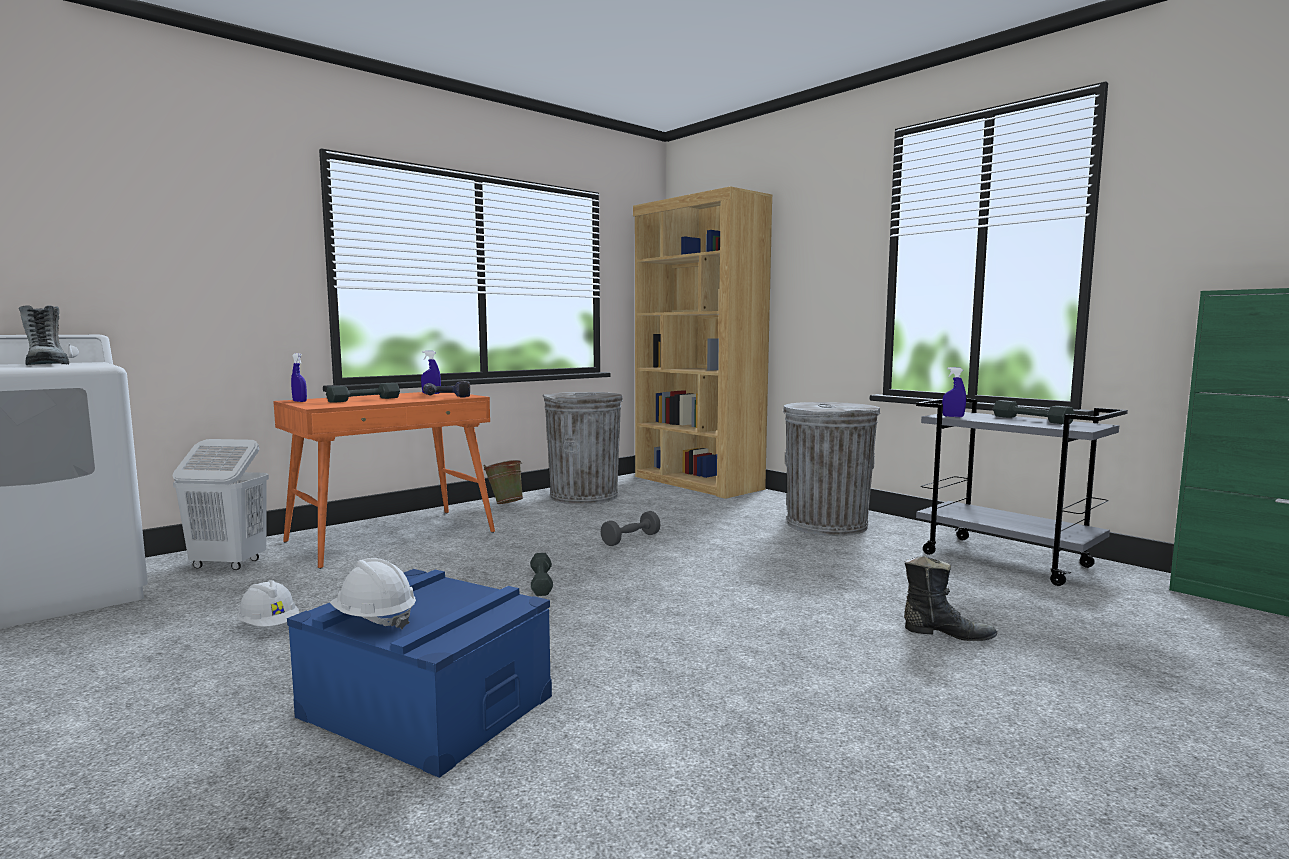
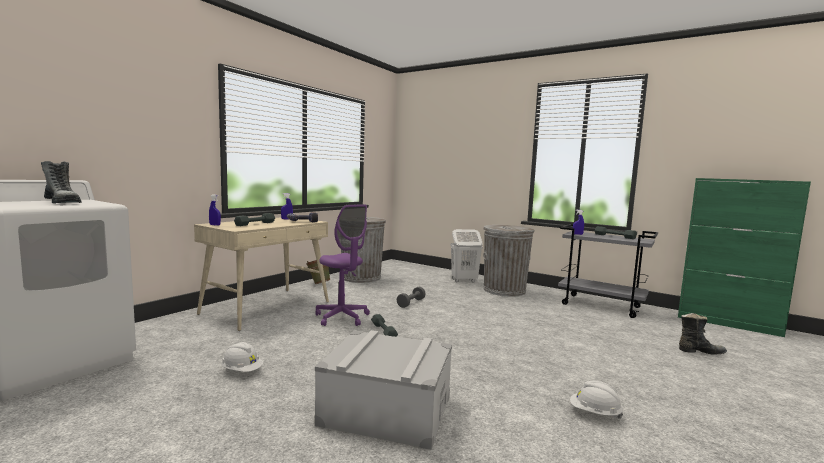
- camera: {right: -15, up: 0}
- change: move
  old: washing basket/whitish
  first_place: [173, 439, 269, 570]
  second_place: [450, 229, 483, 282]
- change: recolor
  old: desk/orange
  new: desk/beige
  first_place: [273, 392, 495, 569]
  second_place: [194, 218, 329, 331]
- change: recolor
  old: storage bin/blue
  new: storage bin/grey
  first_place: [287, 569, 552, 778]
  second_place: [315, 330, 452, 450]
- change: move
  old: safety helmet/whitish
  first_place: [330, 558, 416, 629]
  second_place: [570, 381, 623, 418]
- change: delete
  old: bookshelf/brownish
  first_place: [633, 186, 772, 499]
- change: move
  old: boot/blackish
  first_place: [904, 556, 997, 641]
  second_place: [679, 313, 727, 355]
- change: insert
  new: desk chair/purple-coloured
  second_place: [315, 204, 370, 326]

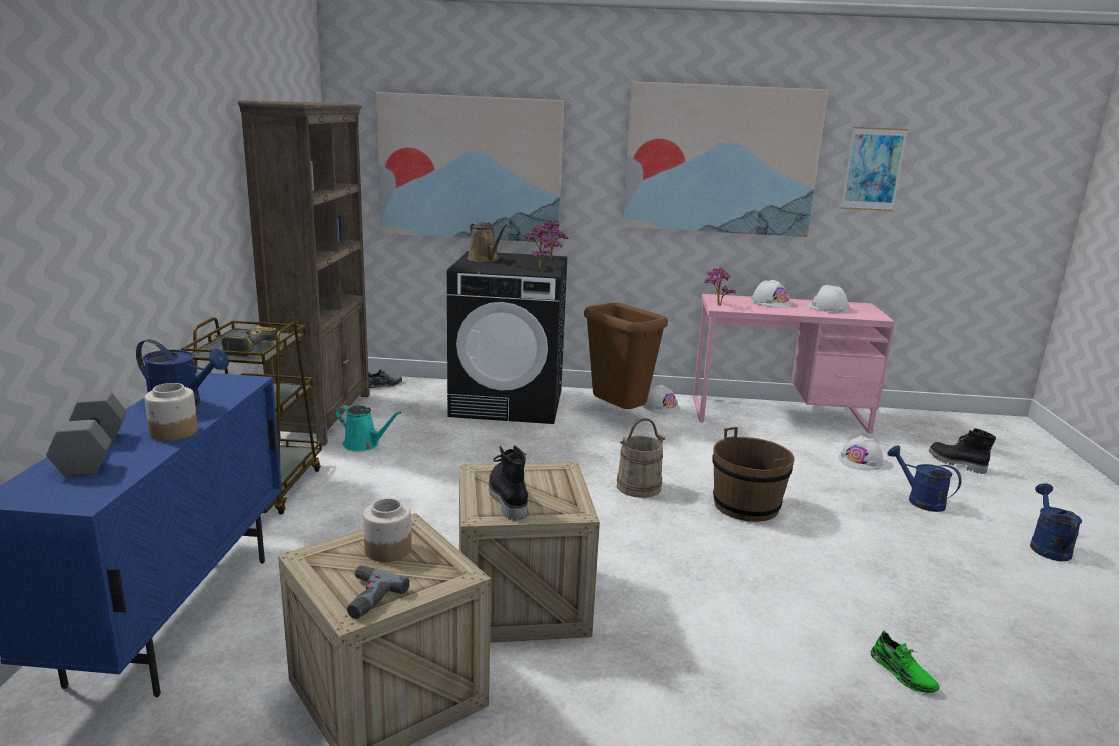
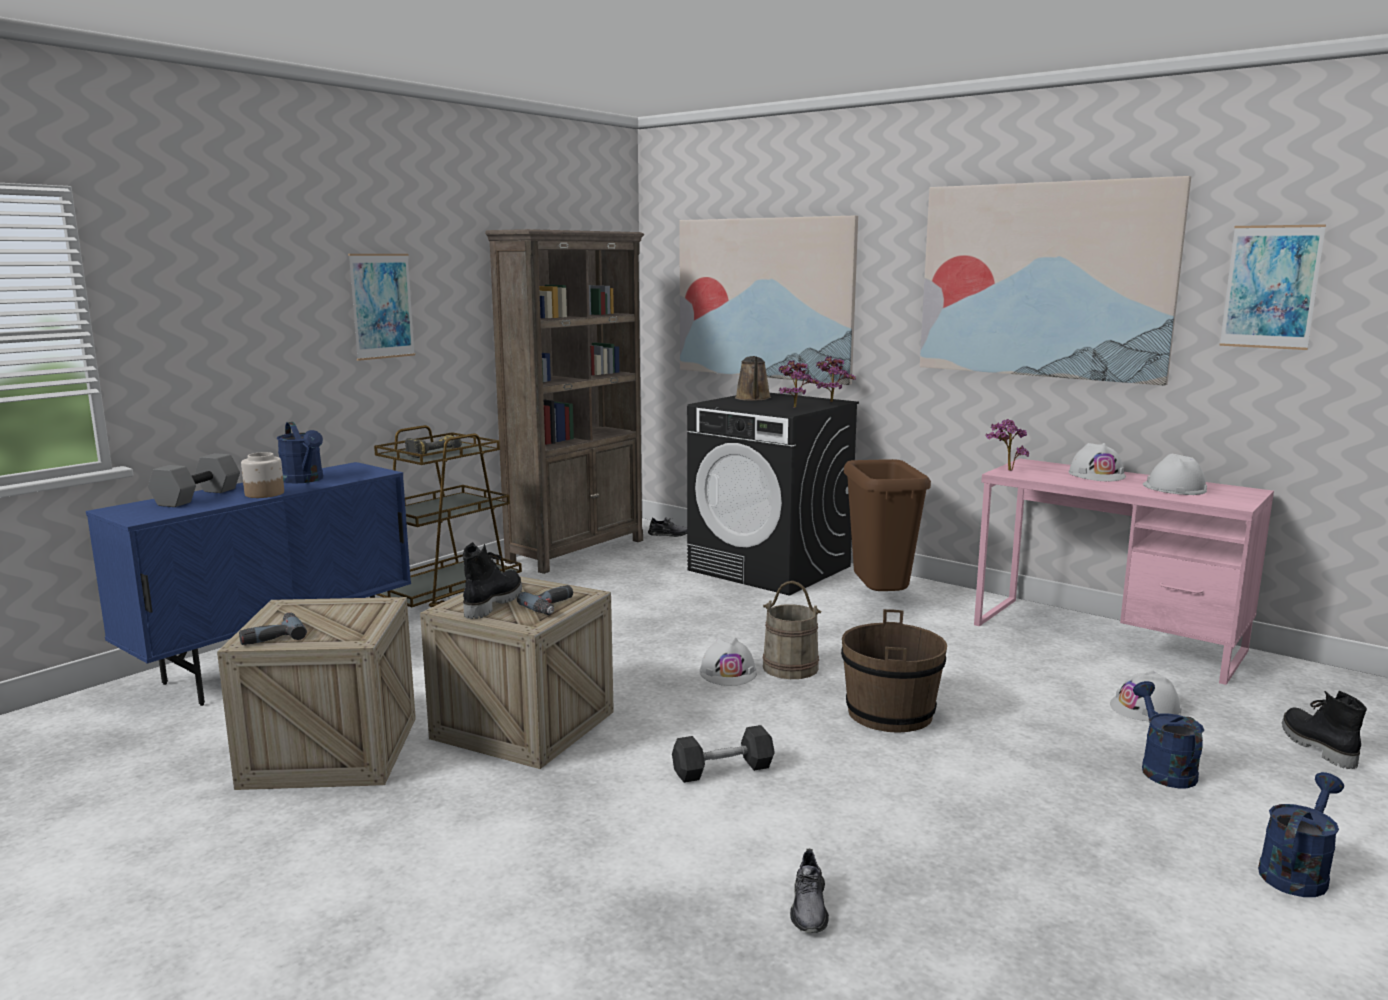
- camera: {right: 35, up: -5}
- change: delete
  old: sprinkling can/blue-green
  first_place: [336, 405, 402, 452]
- change: delete
  old: jar
  first_place: [363, 498, 412, 562]
- change: move
  old: safety helmet/whitish
  first_place: [642, 384, 680, 414]
  second_place: [700, 638, 757, 686]
- change: recolor
  old: shoe/green
  new: shoe/grey
  first_place: [871, 630, 940, 693]
  second_place: [790, 849, 829, 933]
- change: insert
  new: picture
  second_place: [348, 254, 415, 361]
- change: insert
  new: drill
  second_place: [517, 585, 573, 615]
- change: insert
  new: free weight/grey
  second_place: [672, 725, 775, 783]

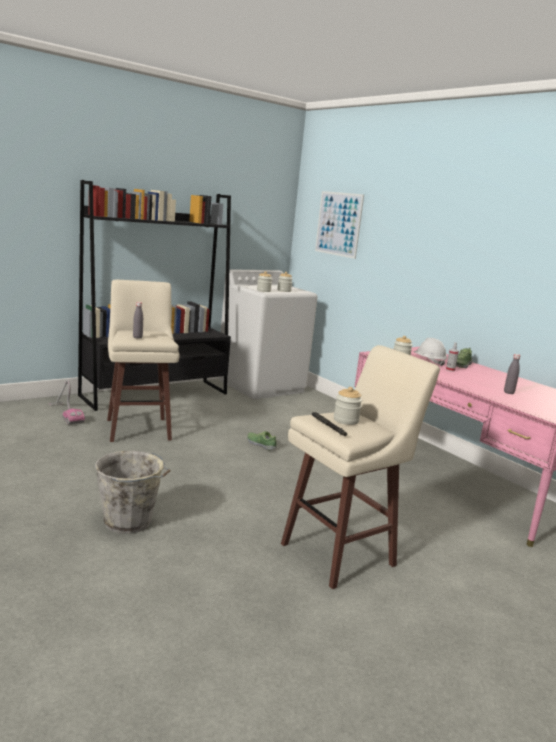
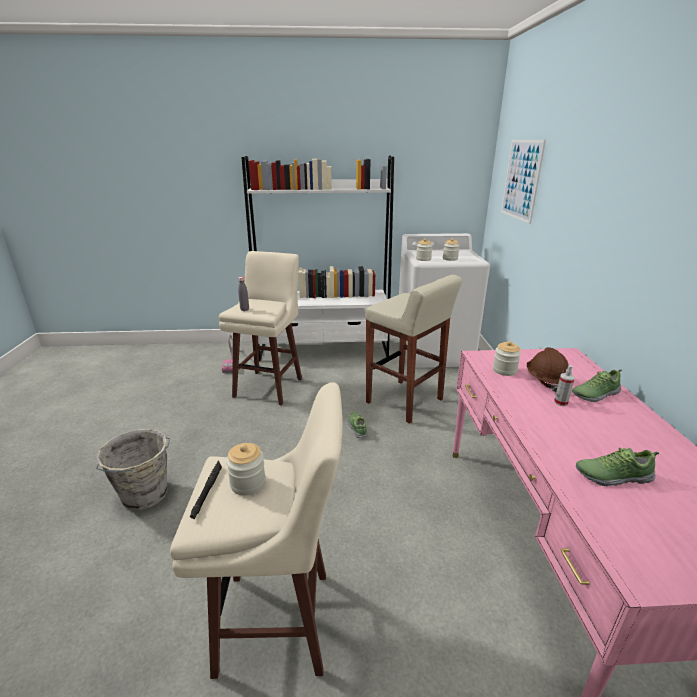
- camera: {right: 35, up: 10}
- change: recolor
  old: bookshelf/blackish
  new: bookshelf/whitish
  first_place: [78, 180, 231, 411]
  second_place: [241, 156, 394, 361]
- change: recolor
  old: safety helmet/whitish
  new: safety helmet/brownish
  first_place: [413, 338, 447, 366]
  second_place: [527, 347, 568, 392]
- change: replace
  old: beverage bottle/grey
  new: shoe
  first_place: [504, 354, 521, 394]
  second_place: [576, 448, 659, 486]
- change: insert
  new: stool/beige
  second_place: [365, 275, 462, 424]

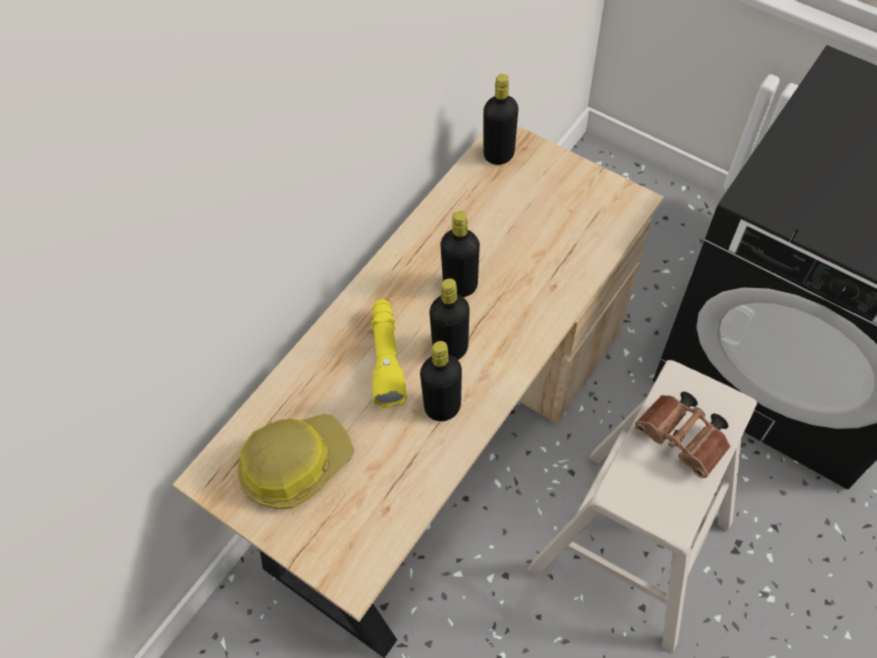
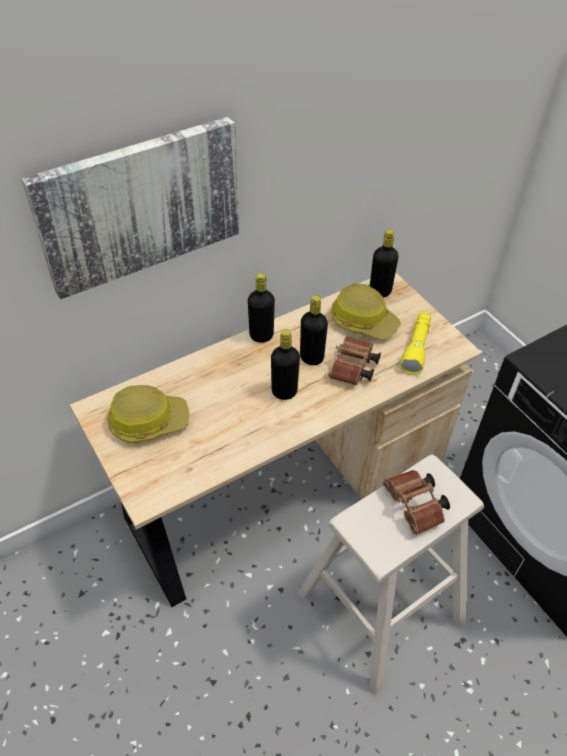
- camera: {right: 20, up: -10}
- change: move
  old: hand torch/yellow-coloured
  first_place: [371, 299, 407, 408]
  second_place: [400, 312, 431, 374]
- change: move
  old: beverage bottle/blackish
  first_place: [420, 341, 462, 421]
  second_place: [248, 273, 275, 343]
- change: insert
  new: picture
  second_place: [22, 117, 240, 299]
- change: insert
  new: pair of binoculars/brownish
  second_place: [328, 336, 381, 385]
- change: insert
  new: safety helmet
  second_place: [331, 283, 401, 340]

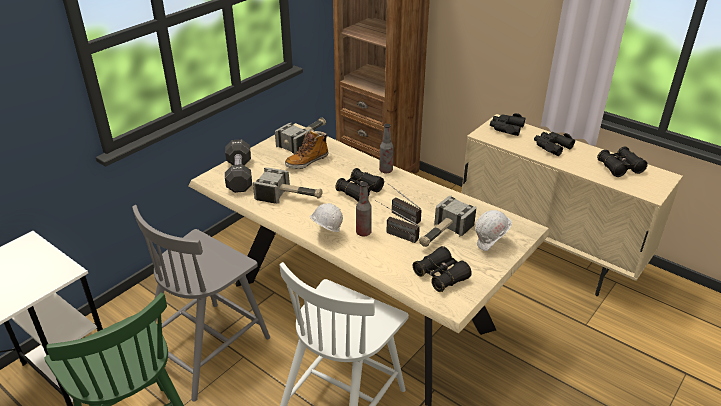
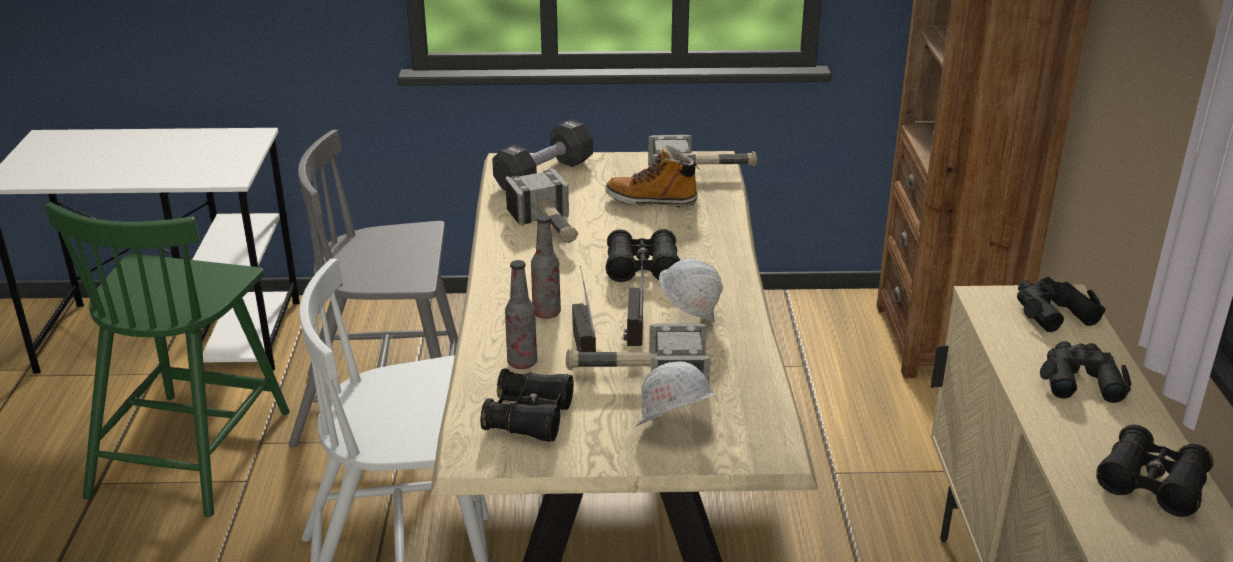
- camera: {right: 50, up: -5}
- change: move
  old: safety helmet/whitish
  first_place: [310, 203, 343, 232]
  second_place: [659, 258, 723, 323]
- change: move
  old: beverage bottle
  first_place: [379, 124, 394, 173]
  second_place: [505, 260, 537, 369]

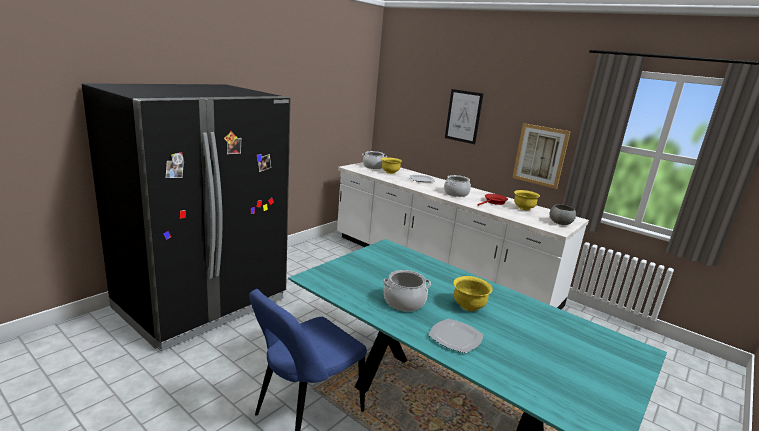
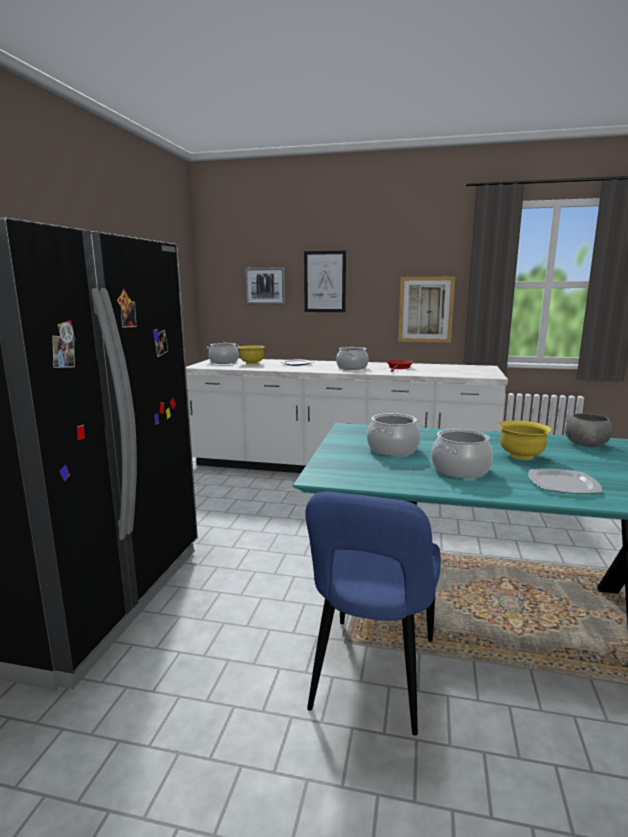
- camera: {right: -25, up: -5}
- change: delete
  old: serving bowl/yellow-coloured
  first_place: [514, 190, 540, 211]
- change: move
  old: serving bowl/grey
  first_place: [549, 204, 576, 225]
  second_place: [565, 413, 612, 447]
- change: insert
  new: picture
  second_place: [245, 267, 286, 305]
- change: insert
  new: cooking pot
  second_place: [367, 413, 420, 456]

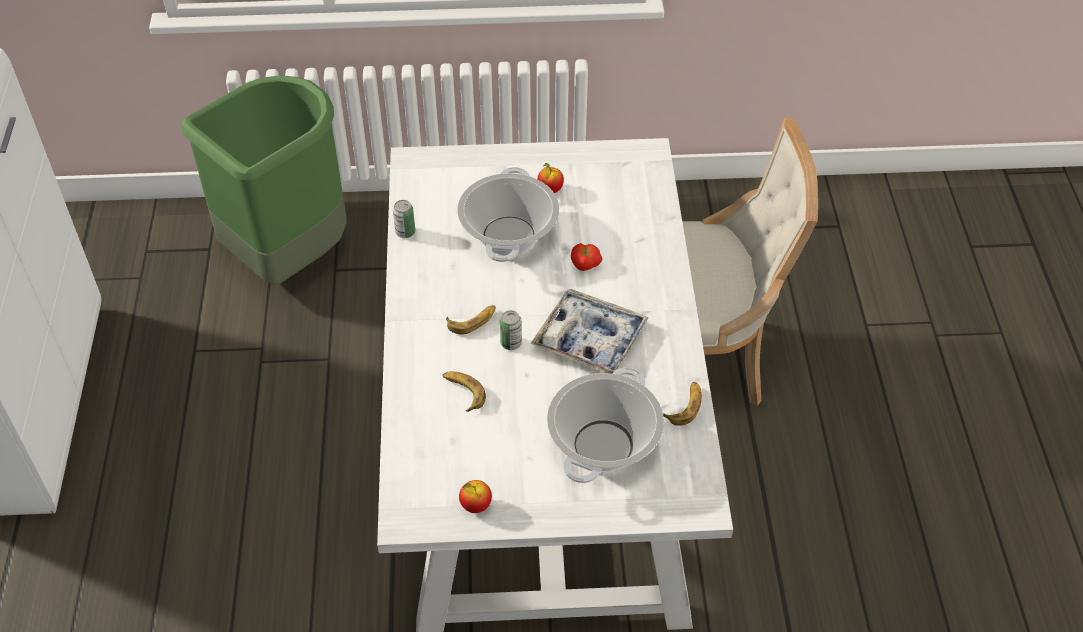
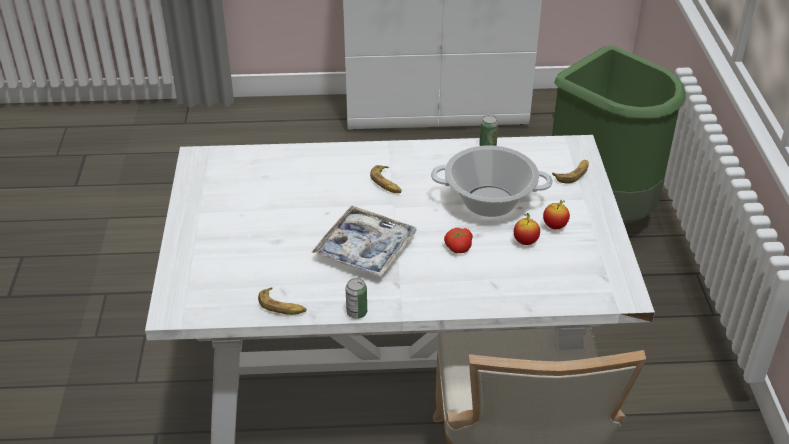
- camera: {right: 90, up: -10}
- change: move
  old: banana
  first_place: [442, 371, 486, 412]
  second_place: [552, 160, 589, 184]
- change: move
  old: apple fruit
  first_place: [459, 480, 492, 513]
  second_place: [514, 213, 540, 245]
- change: move
  old: sealed can
  first_place: [500, 310, 522, 350]
  second_place: [346, 278, 367, 319]
- change: delete
  old: cooking pot
  first_place: [547, 368, 664, 483]

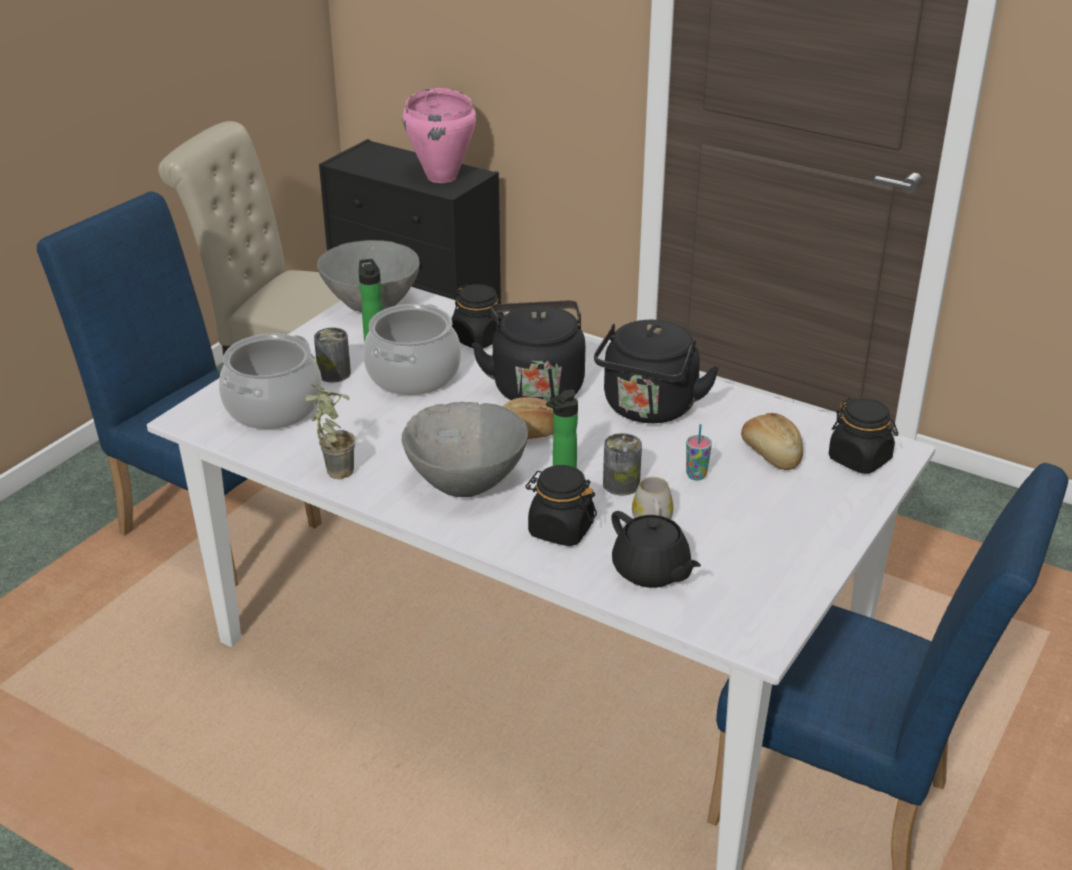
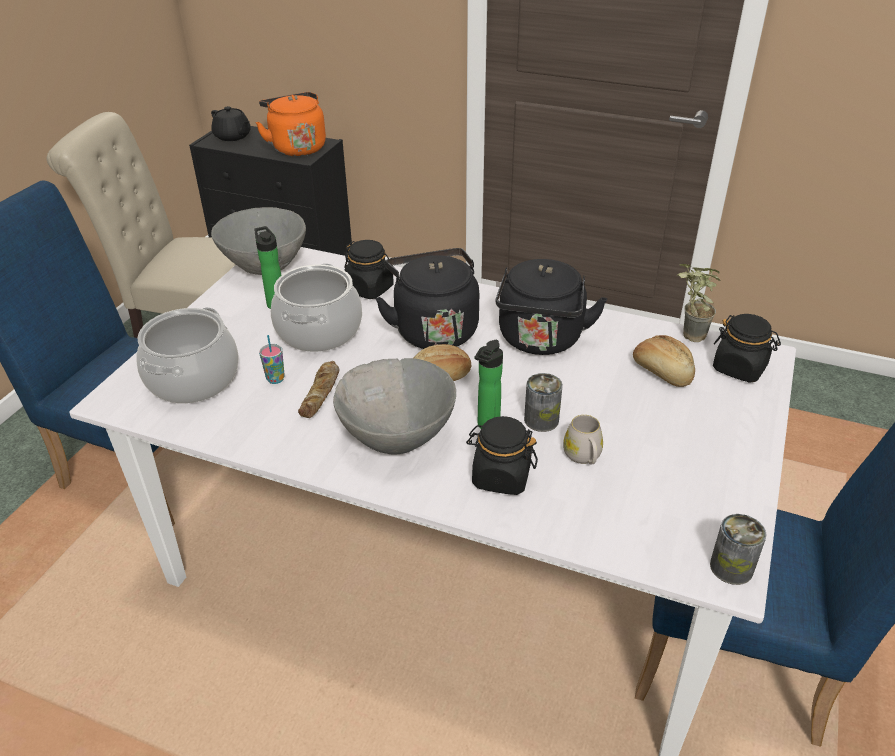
- camera: {right: -10, up: 5}
- change: move
  old: plant in a pot
  first_place: [305, 385, 356, 479]
  second_place: [677, 264, 721, 342]
- change: move
  old: sealed can
  first_place: [314, 328, 351, 382]
  second_place: [710, 514, 766, 585]
- change: replace
  old: cooking pot/pink-coloured
  new: tea kettle/orange
  first_place: [402, 88, 477, 183]
  second_place: [256, 92, 326, 156]
- change: move
  old: teapot/blackish
  first_place: [611, 511, 701, 588]
  second_place: [211, 106, 251, 141]
- change: move
  old: drinking cup
  first_place: [686, 424, 712, 481]
  second_place: [259, 335, 285, 384]
- change: insert
  new: bakery bread
  second_place: [298, 361, 339, 418]

